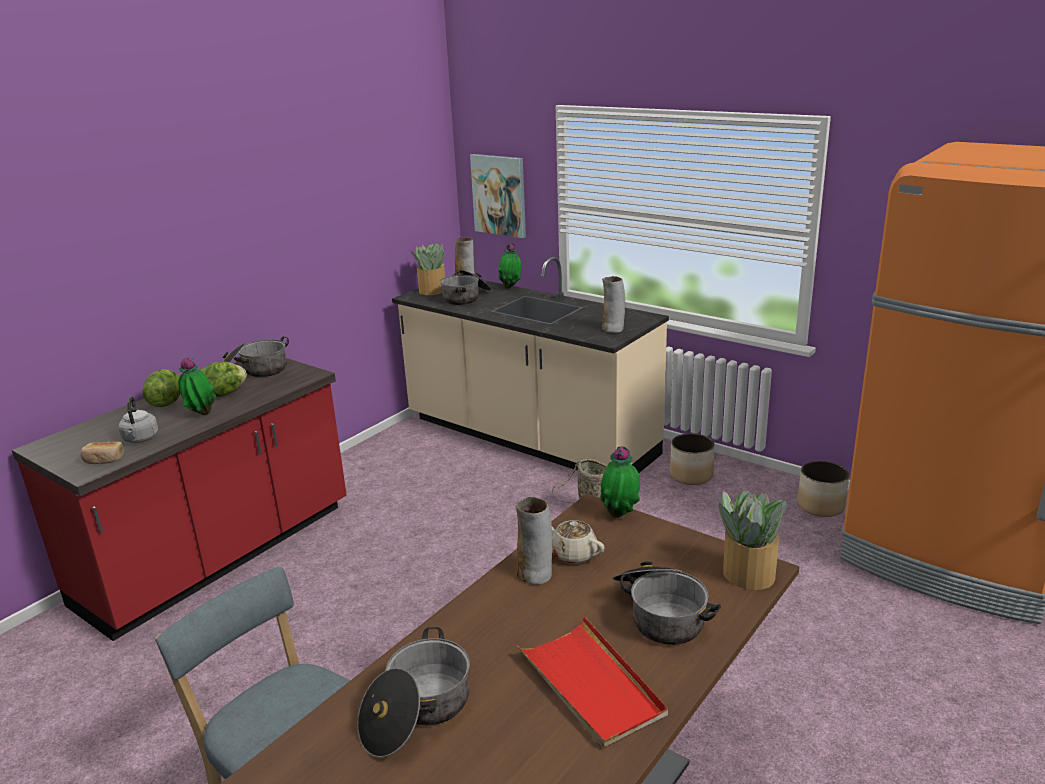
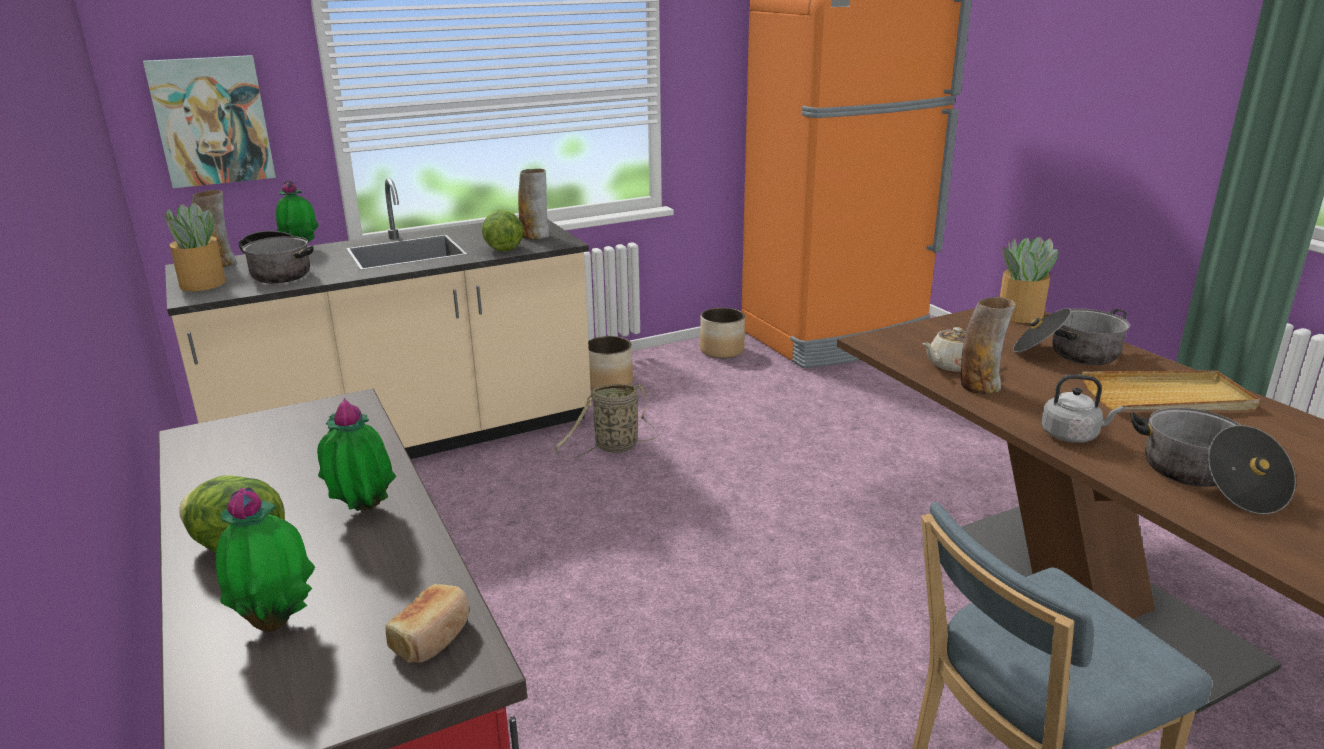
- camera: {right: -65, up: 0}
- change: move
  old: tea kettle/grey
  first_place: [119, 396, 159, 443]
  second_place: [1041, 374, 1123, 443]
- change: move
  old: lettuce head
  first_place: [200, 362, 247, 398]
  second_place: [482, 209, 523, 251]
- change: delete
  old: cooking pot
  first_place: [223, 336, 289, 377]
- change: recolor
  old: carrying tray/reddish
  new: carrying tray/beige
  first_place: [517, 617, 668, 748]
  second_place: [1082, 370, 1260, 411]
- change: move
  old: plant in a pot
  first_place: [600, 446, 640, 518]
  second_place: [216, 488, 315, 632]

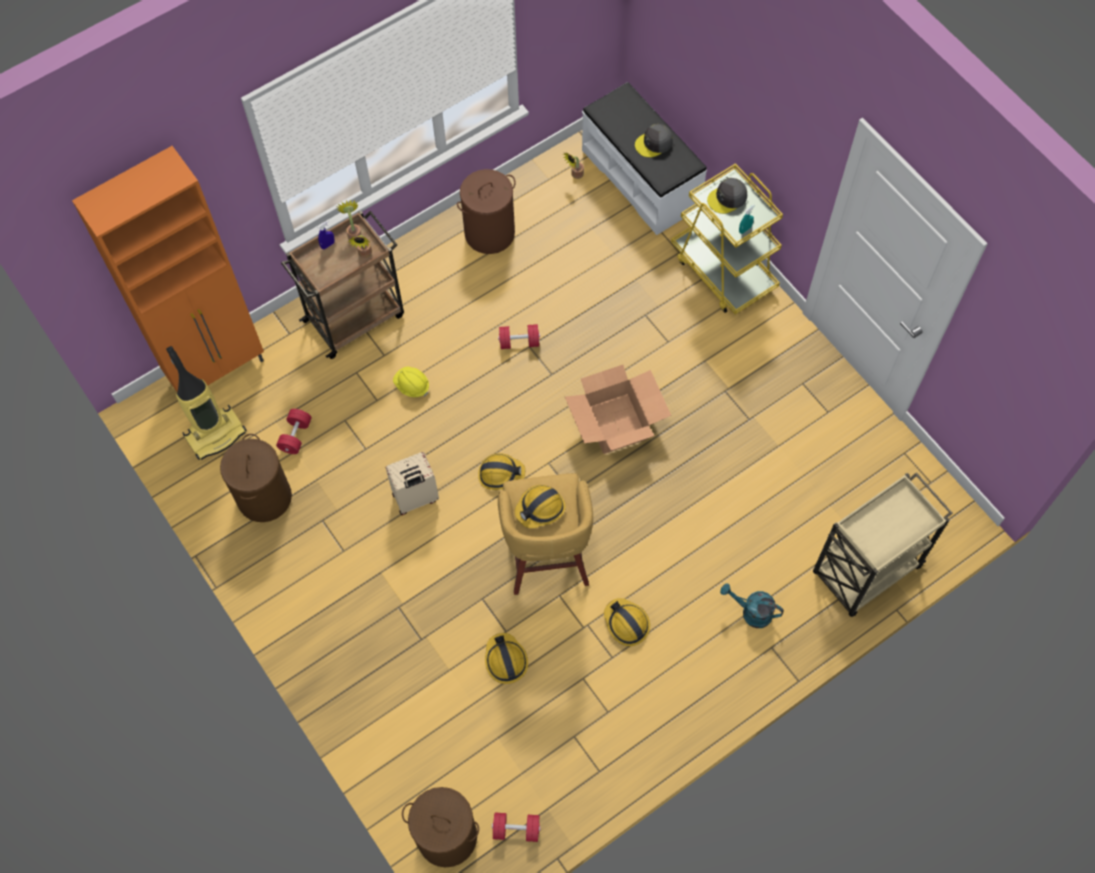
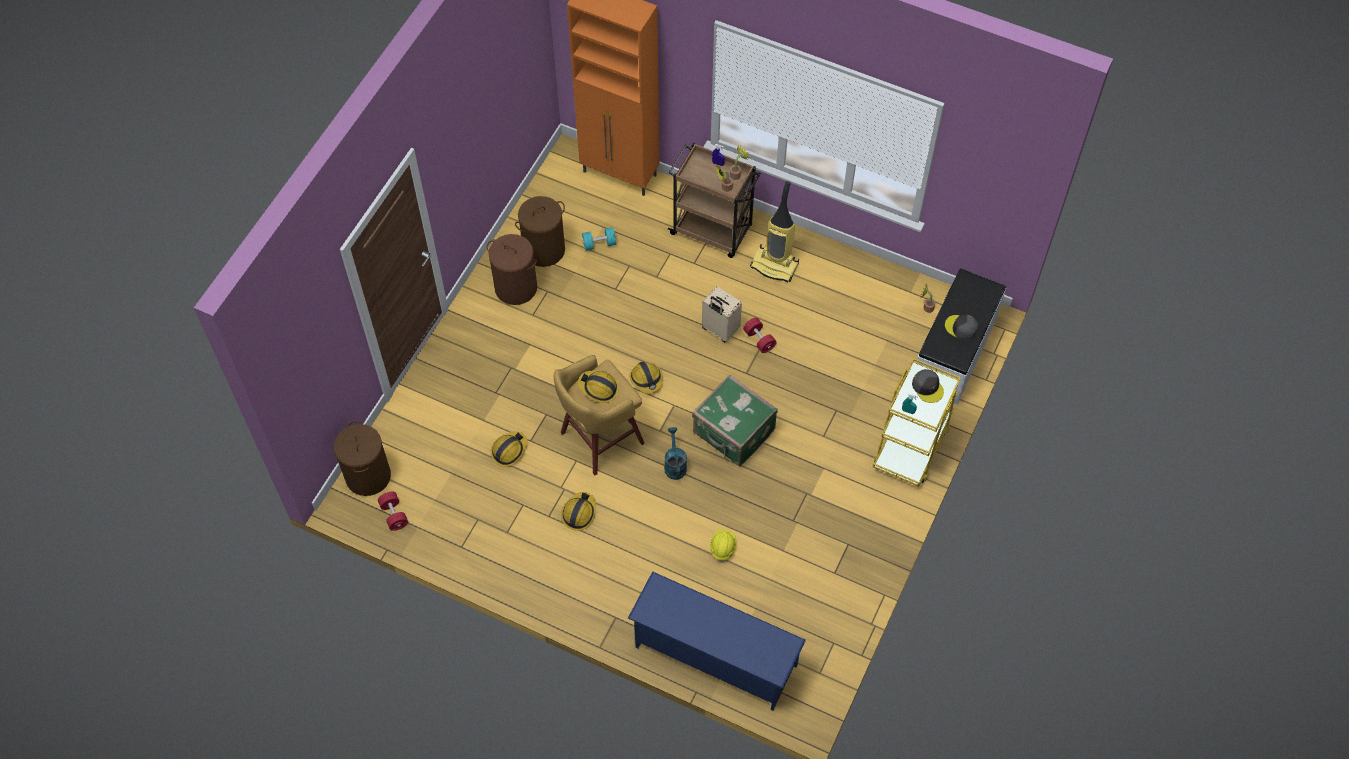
- camera: {right: 60, up: -5}
- change: move
  old: vacuum cleaner
  first_place: [166, 346, 247, 460]
  second_place: [750, 181, 799, 282]
- change: recolor
  old: free weight/reddish
  new: free weight/blue-green
  first_place: [276, 409, 312, 454]
  second_place: [582, 227, 616, 251]
- change: move
  old: suitcase/beige
  first_place: [386, 452, 439, 515]
  second_place: [702, 286, 742, 342]
- change: move
  old: safety helmet/yellow-coloured
  first_place: [393, 366, 429, 397]
  second_place: [710, 530, 736, 562]
- change: move
  old: washing basket/brownish
  first_place: [457, 169, 516, 254]
  second_place: [487, 234, 537, 305]
- change: replace
  old: carton
  new: suitcase/green
  first_place: [565, 365, 671, 454]
  second_place: [692, 374, 778, 467]
- change: rotate
  old: cap/grey
  first_place: [707, 178, 747, 214]
  second_place: [912, 369, 944, 403]
  degrees: -150
- change: move
  old: sprinkling can/blue-green
  first_place: [720, 583, 784, 628]
  second_place: [664, 427, 687, 480]
- change: replace
  old: trolley/beige
  new: shoe stand/blue
  first_place: [813, 473, 953, 617]
  second_place: [628, 571, 806, 710]

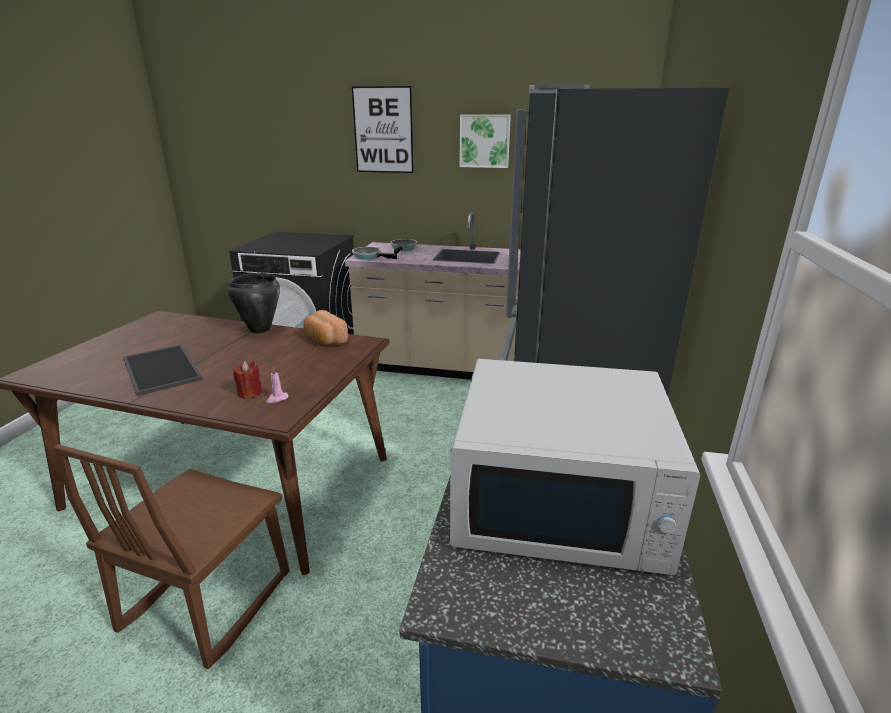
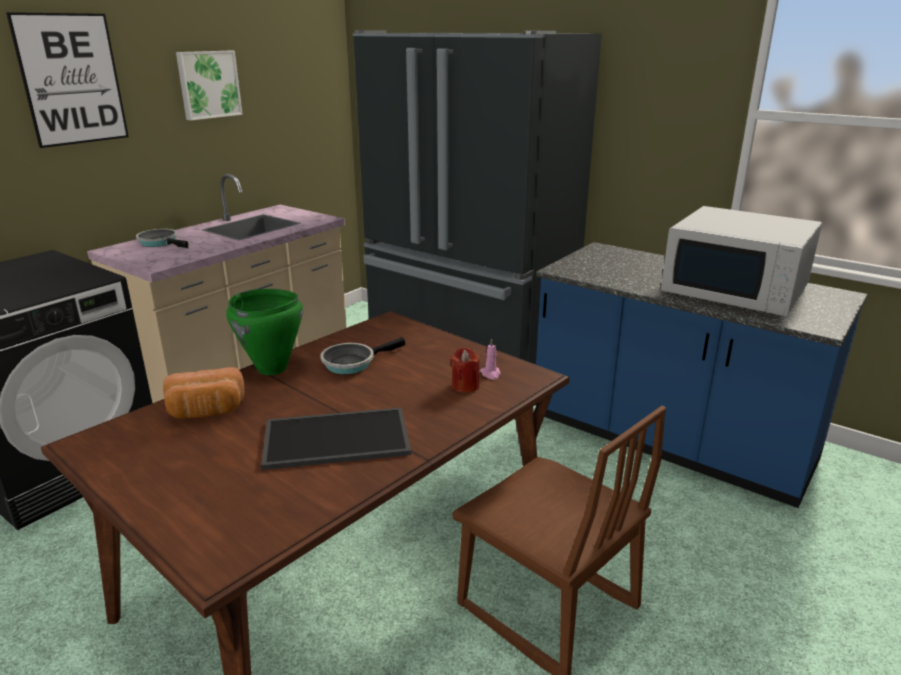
- camera: {right: -65, up: 0}
- change: recolor
  old: cooking pot/blackish
  new: cooking pot/green
  first_place: [227, 273, 280, 333]
  second_place: [227, 289, 303, 375]
- change: move
  old: bakery bread
  first_place: [303, 310, 348, 345]
  second_place: [163, 367, 244, 419]
- change: move
  old: pan
  first_place: [352, 247, 397, 259]
  second_place: [320, 337, 405, 374]
- change: rotate
  old: kitchen microwave/whitish
  first_place: [450, 359, 700, 575]
  second_place: [661, 206, 822, 316]
  degrees: 90

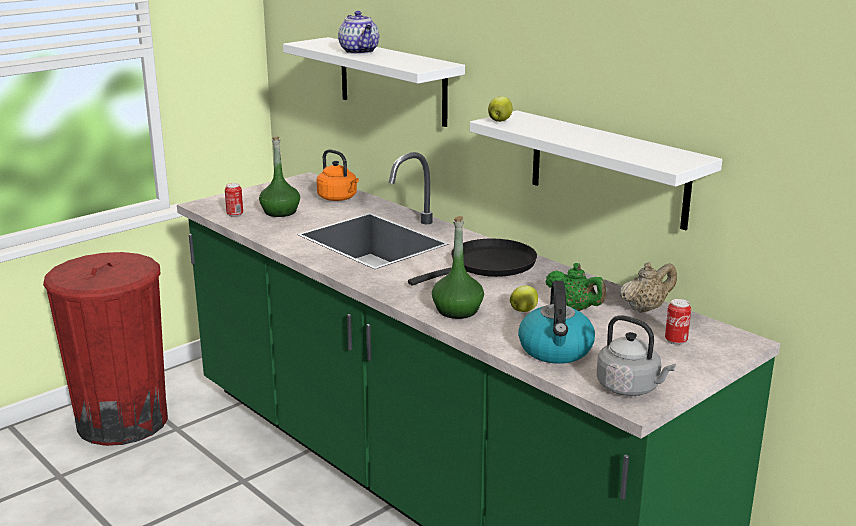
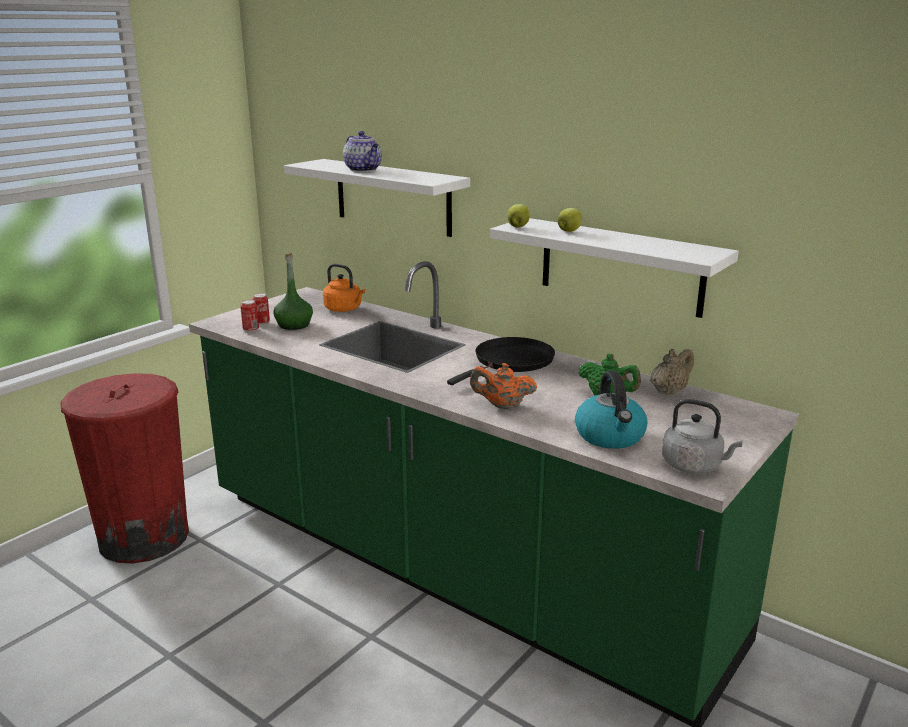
- camera: {right: -10, up: 0}
- change: replace
  old: beverage bottle/green
  new: teapot/orange
  first_place: [432, 216, 484, 319]
  second_place: [470, 363, 537, 410]
- change: move
  old: apple fruit
  first_place: [510, 285, 538, 312]
  second_place: [557, 208, 582, 232]
- change: move
  old: sealed can
  first_place: [665, 299, 691, 345]
  second_place: [252, 293, 270, 325]

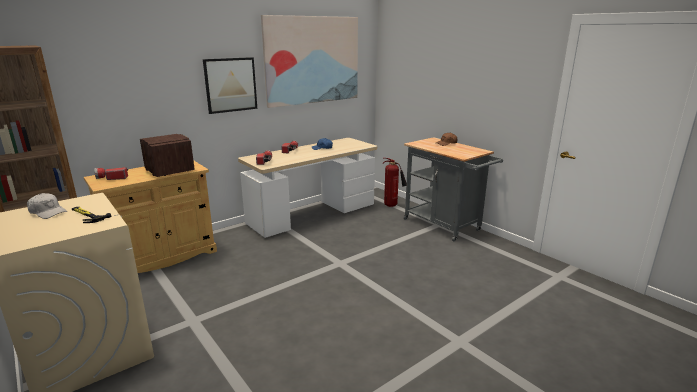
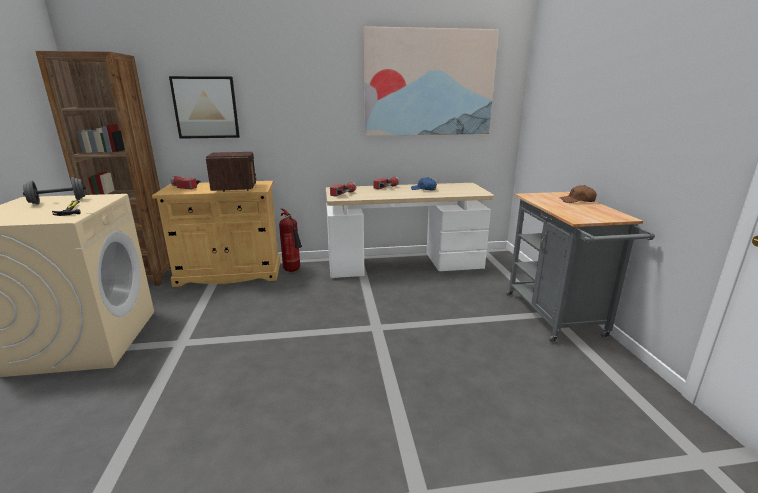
- camera: {right: 30, up: 0}
- change: replace
  old: cap/whitish
  new: free weight/grey
  first_place: [27, 193, 67, 219]
  second_place: [23, 177, 86, 205]
- change: move
  old: picture
  first_place: [203, 57, 257, 114]
  second_place: [169, 76, 240, 139]
- change: move
  old: fire extinguisher
  first_place: [383, 158, 407, 207]
  second_place: [279, 208, 302, 272]

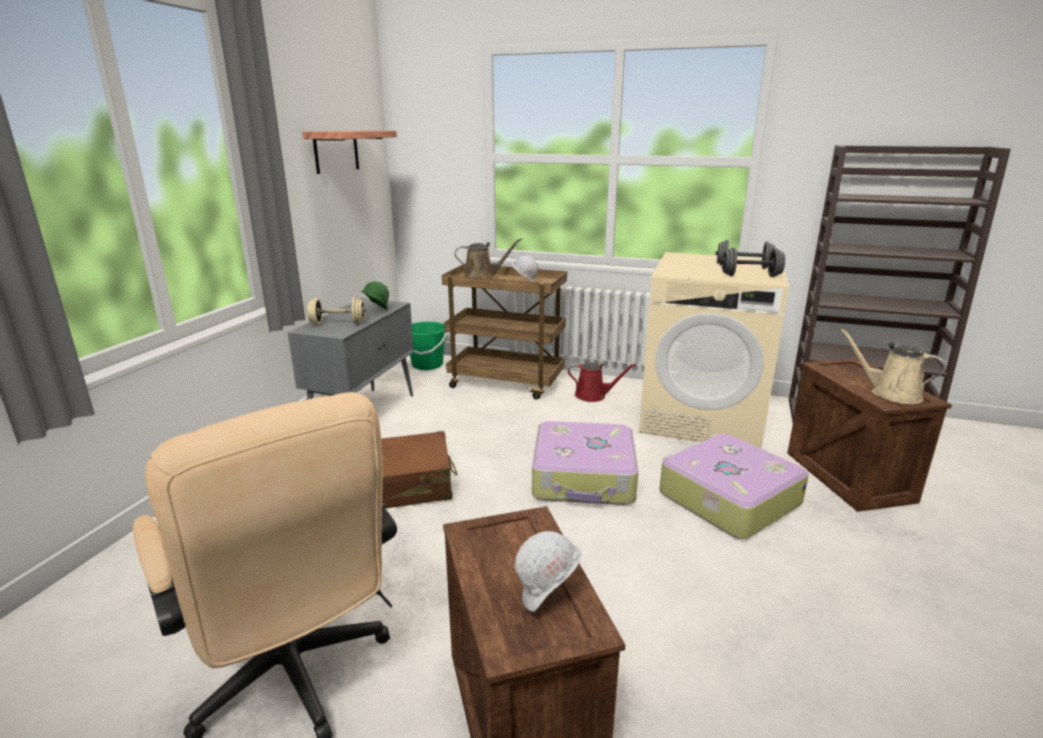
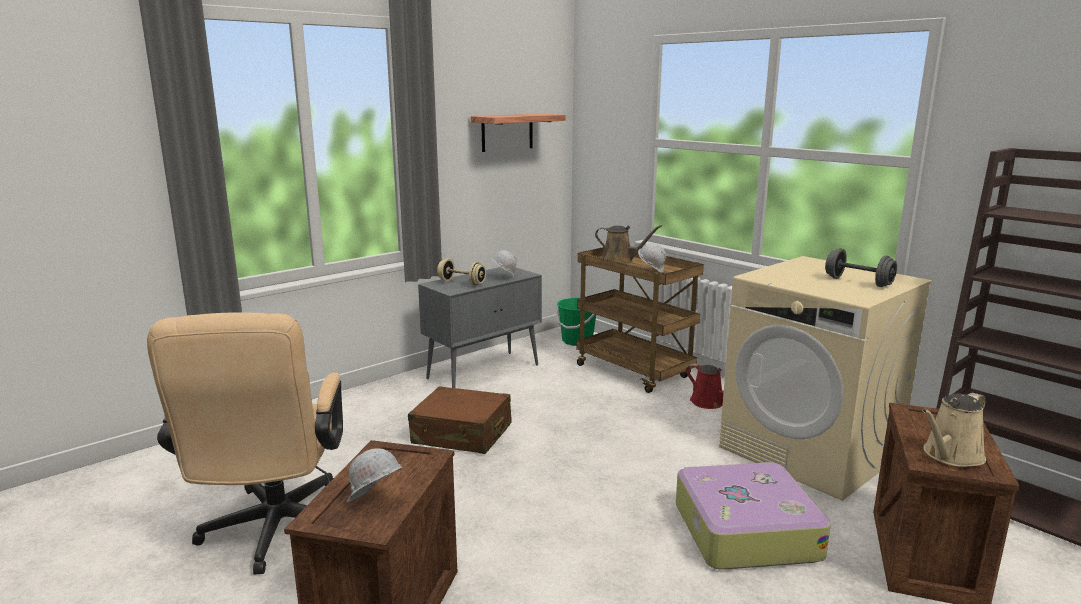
- camera: {right: 30, up: -5}
- change: recolor
  old: safety helmet/green
  new: safety helmet/whitish
  first_place: [361, 281, 389, 309]
  second_place: [491, 250, 517, 277]
- change: delete
  old: suitcase
  first_place: [532, 421, 638, 505]
- change: delete
  old: free weight/grey
  first_place: [721, 247, 785, 277]
- change: rotate
  old: sprinkling can/beige
  first_place: [840, 329, 946, 404]
  second_place: [922, 393, 986, 467]
  degrees: -105

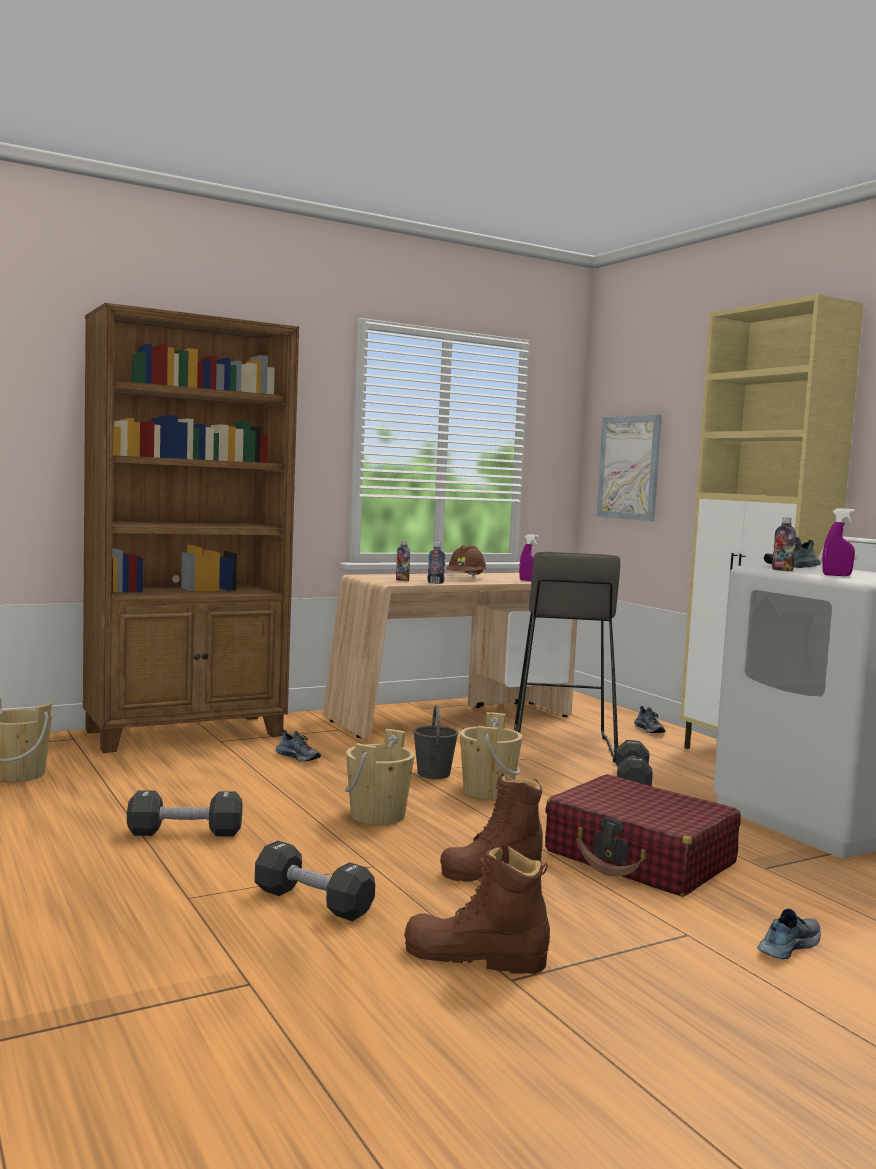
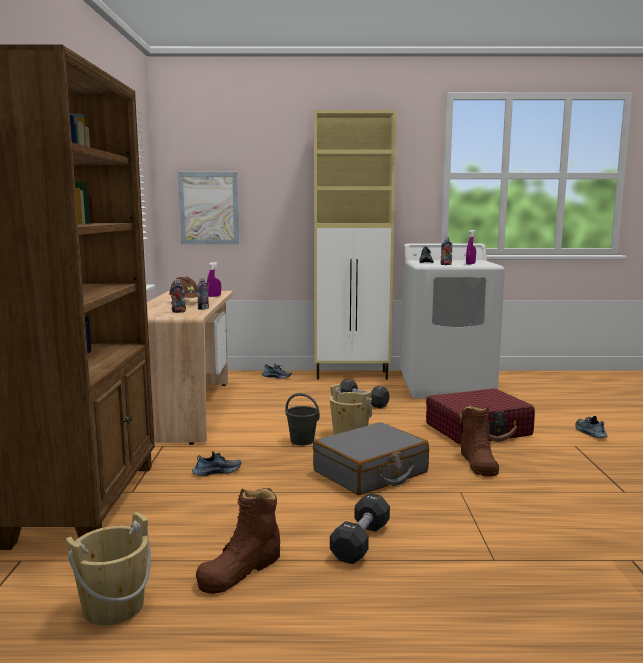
- camera: {right: -60, up: 5}
- change: delete
  old: free weight/blackish
  first_place: [255, 841, 375, 921]
- change: replace
  old: bucket/beige
  new: suitcase/grey
  first_place: [345, 729, 415, 825]
  second_place: [313, 422, 429, 495]
- change: move
  old: boot/brownish
  first_place: [404, 845, 550, 974]
  second_place: [196, 488, 280, 594]
- change: delete
  old: stool/grey
  first_place: [514, 552, 620, 762]

